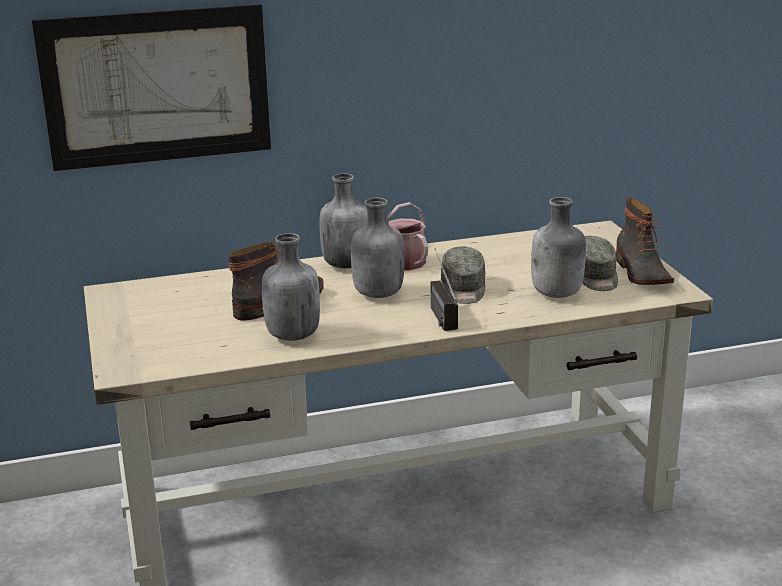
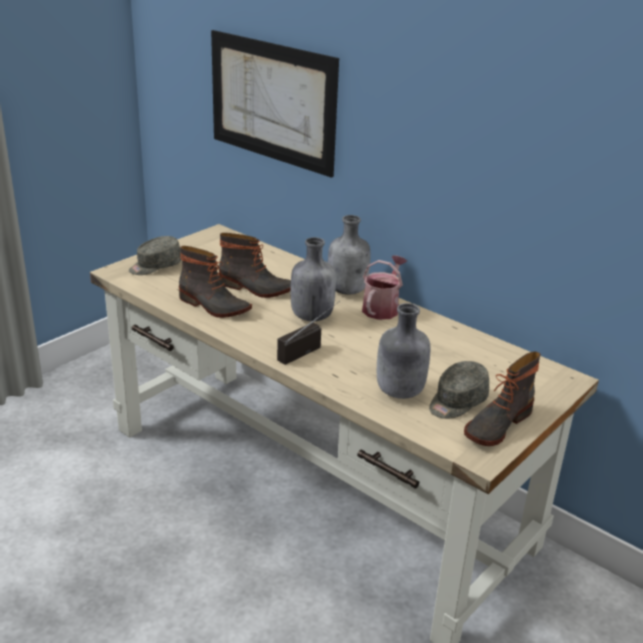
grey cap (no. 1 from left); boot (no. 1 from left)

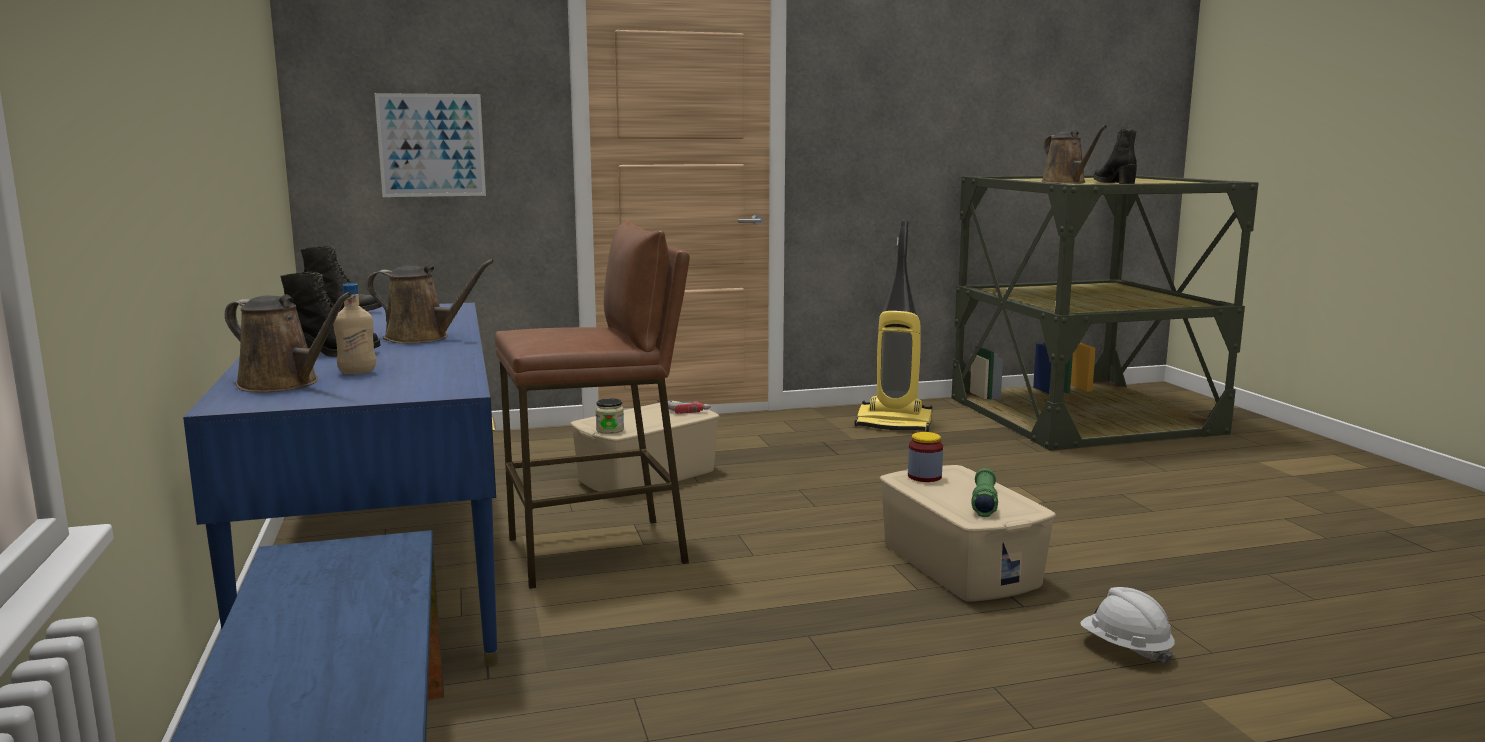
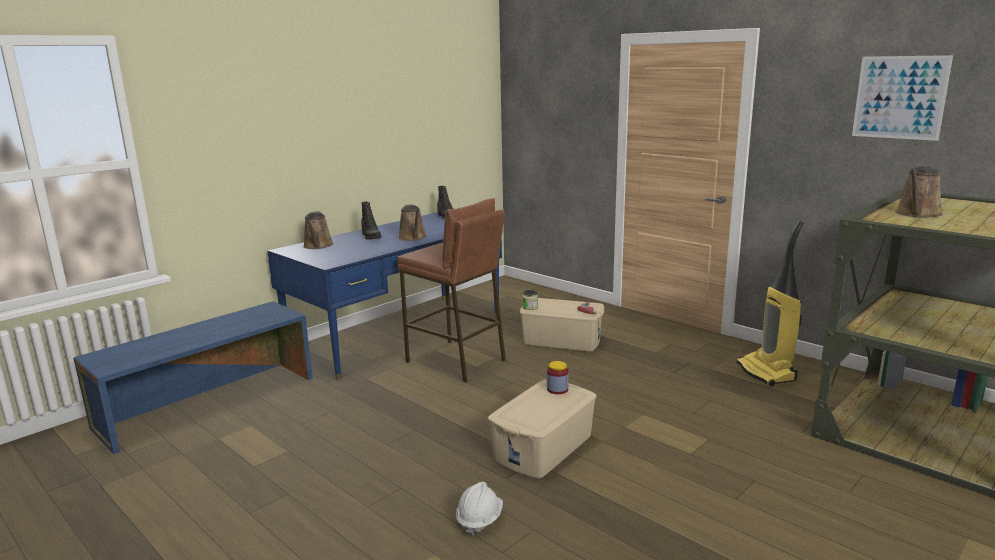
picture; beige bottle; green flashlight; black boot (no. 3 from left in the first image)

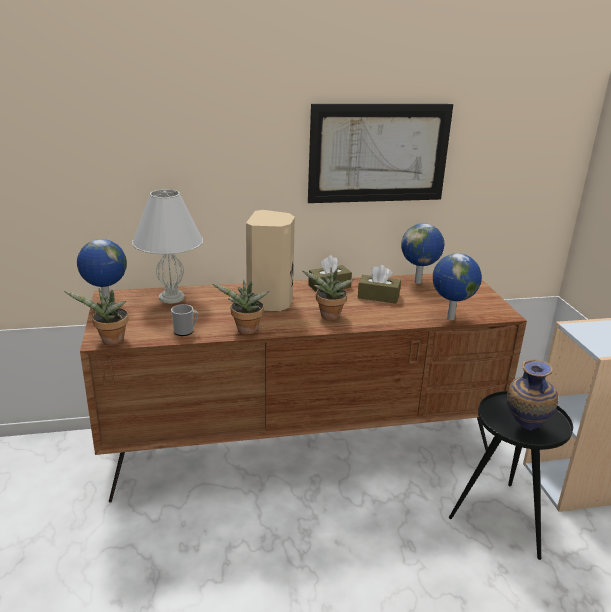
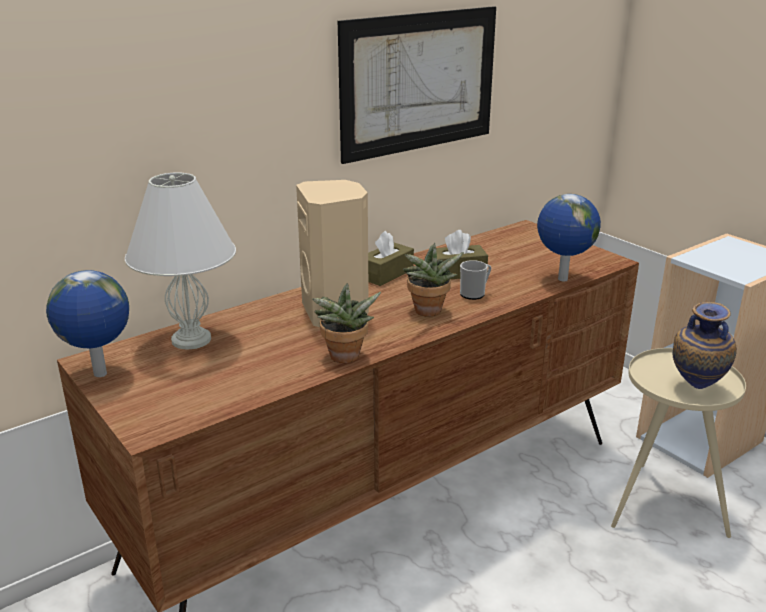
mug; beige side table; potted plant (no. 1 from left in the first image); globe (no. 2 from left in the first image)

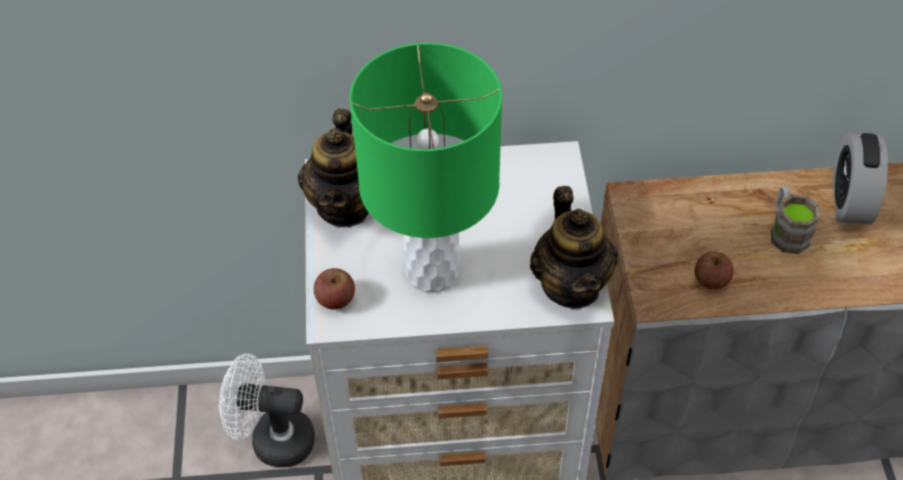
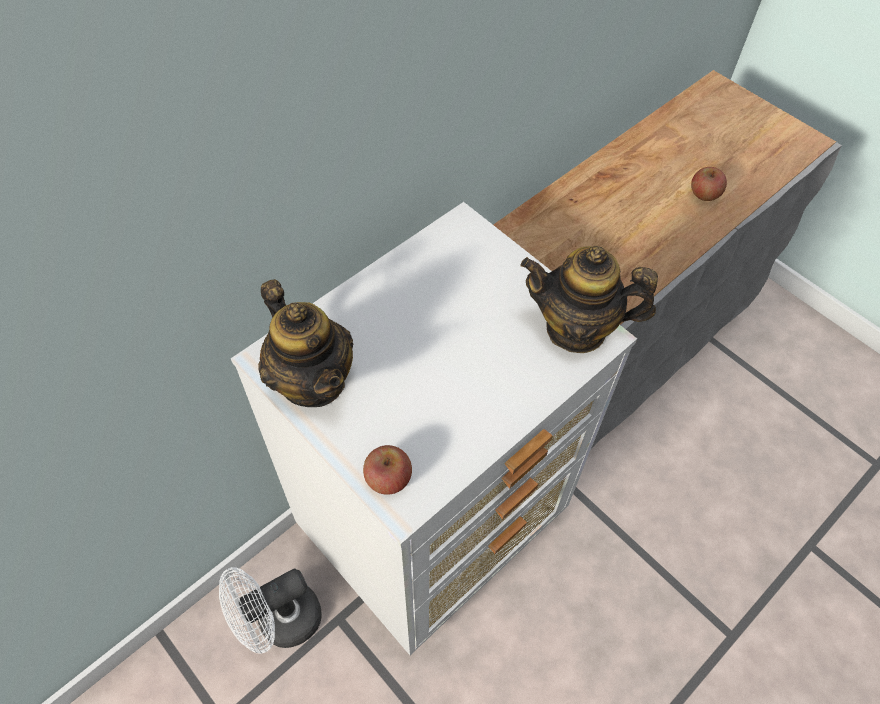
teapot (no. 2 from left); apple (no. 2 from left); green table lamp; brown mug; alarm clock

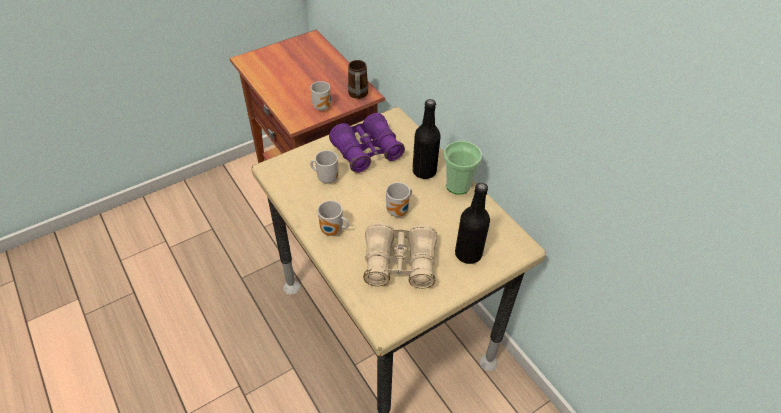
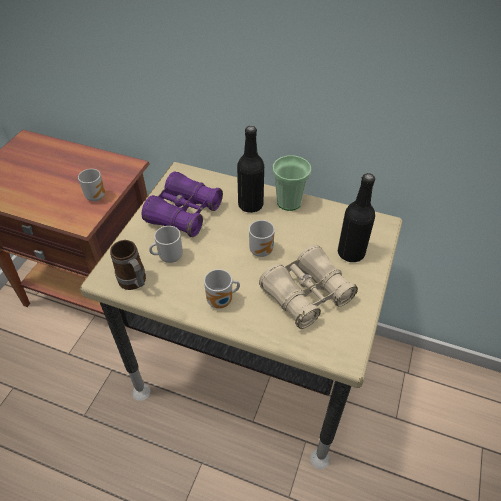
mug (no. 2 from left)

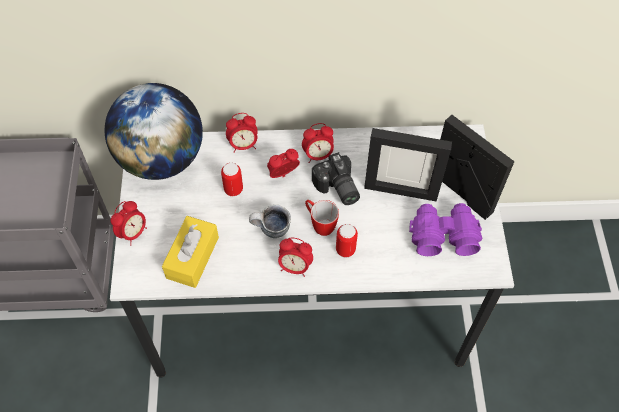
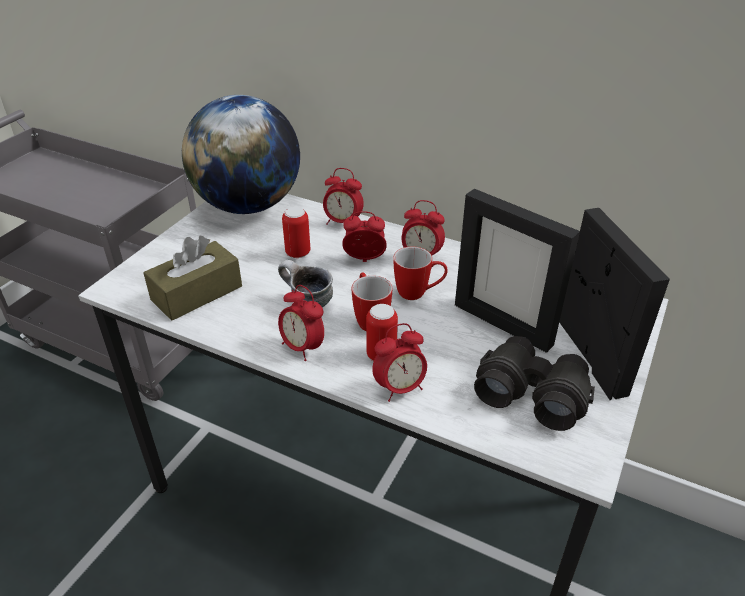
brown tissue box; alarm clock (no. 4 from left); mug (no. 3 from left); black binoculars

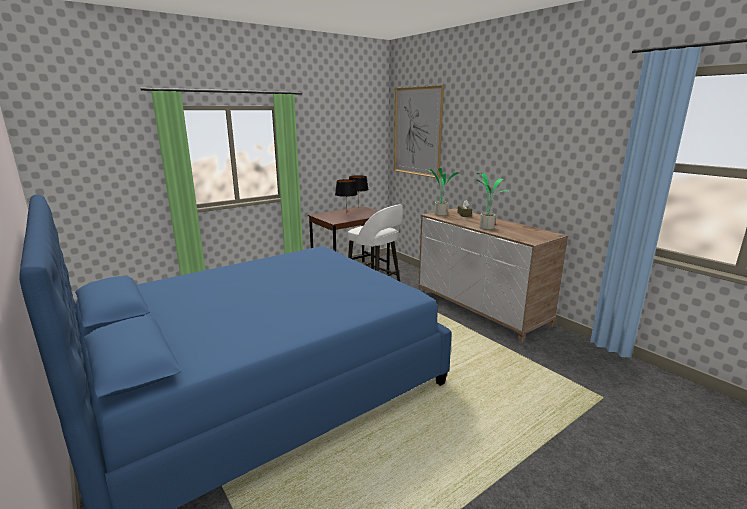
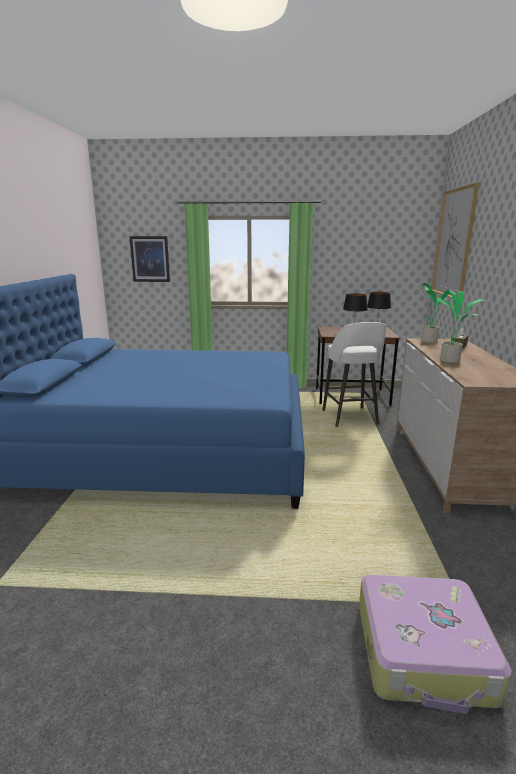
picture (no. 1 from left); suitcase

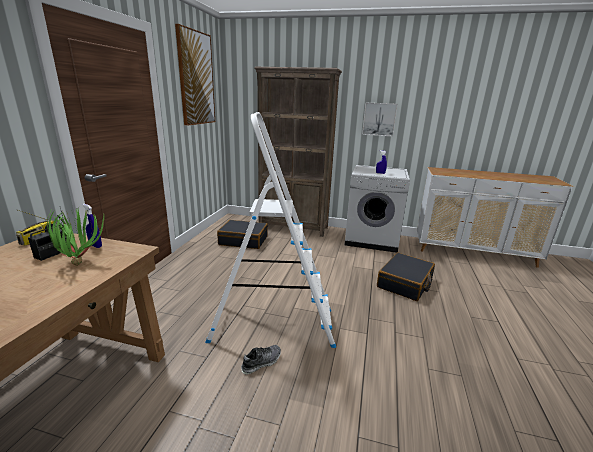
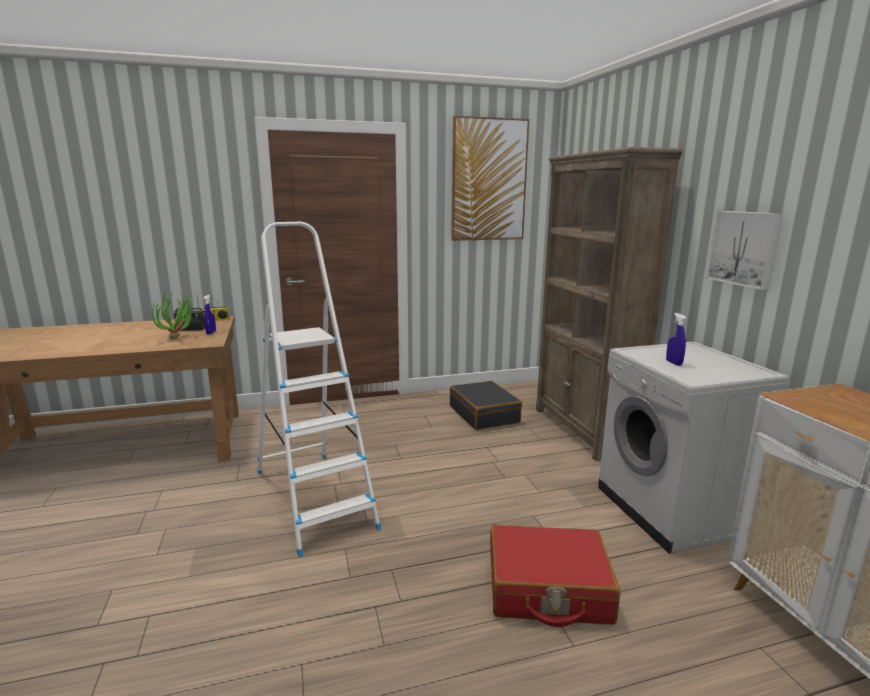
red suitcase; shoe

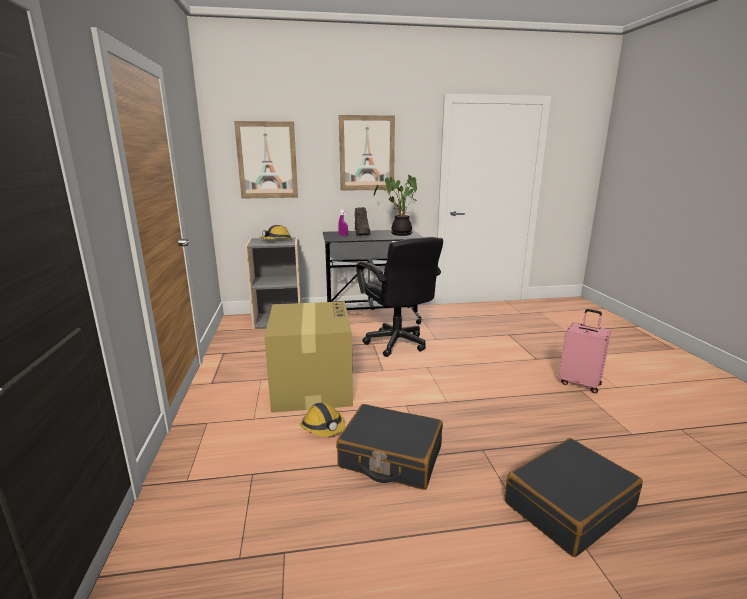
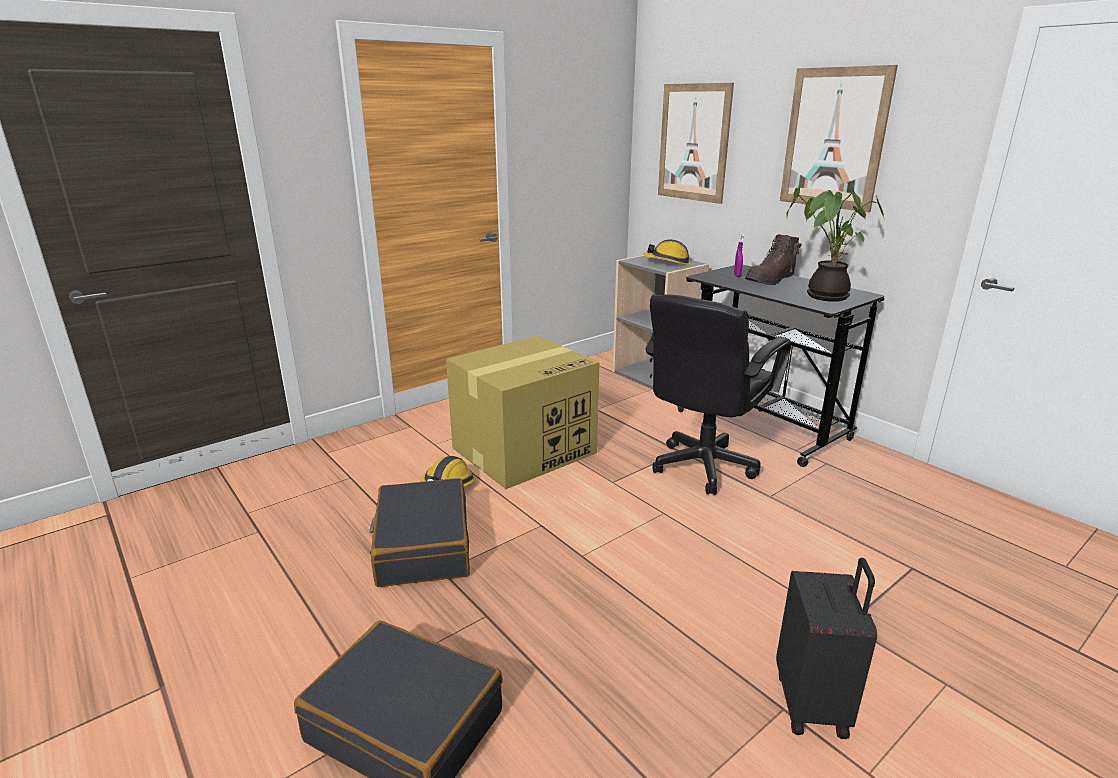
black suitcase (no. 3 from left)

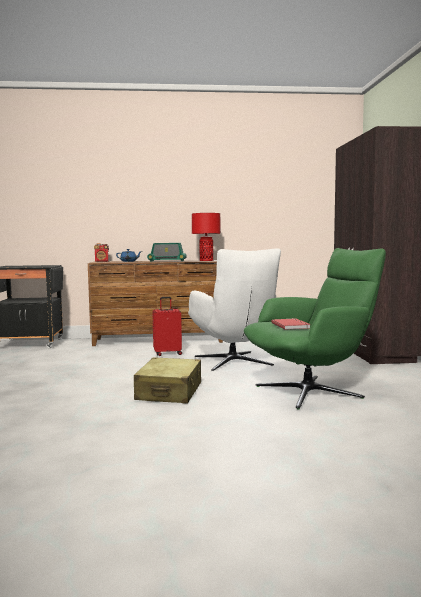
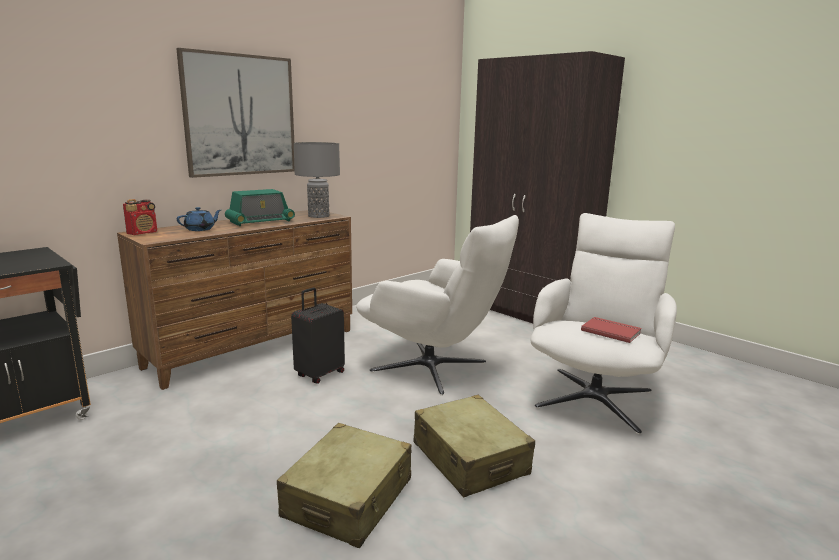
picture; beige suitcase (no. 1 from left); black suitcase; grey table lamp; white armchair (no. 2 from left)

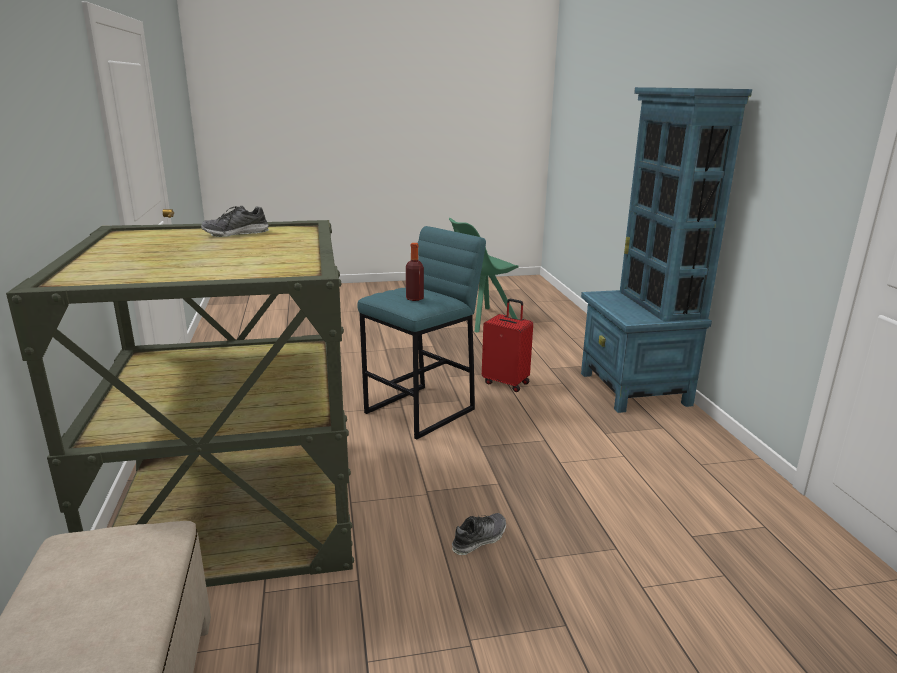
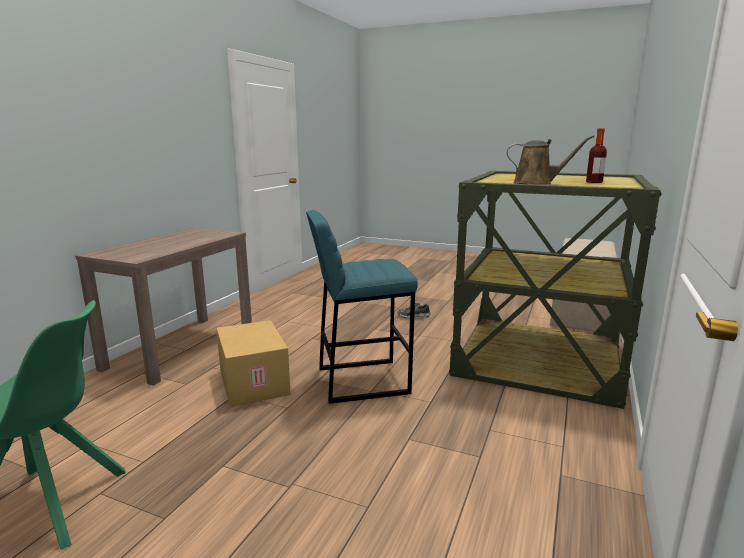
brown console table; cardboard box; brown watering can; bottle

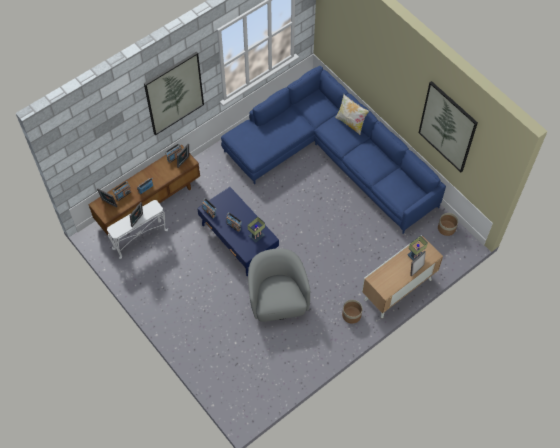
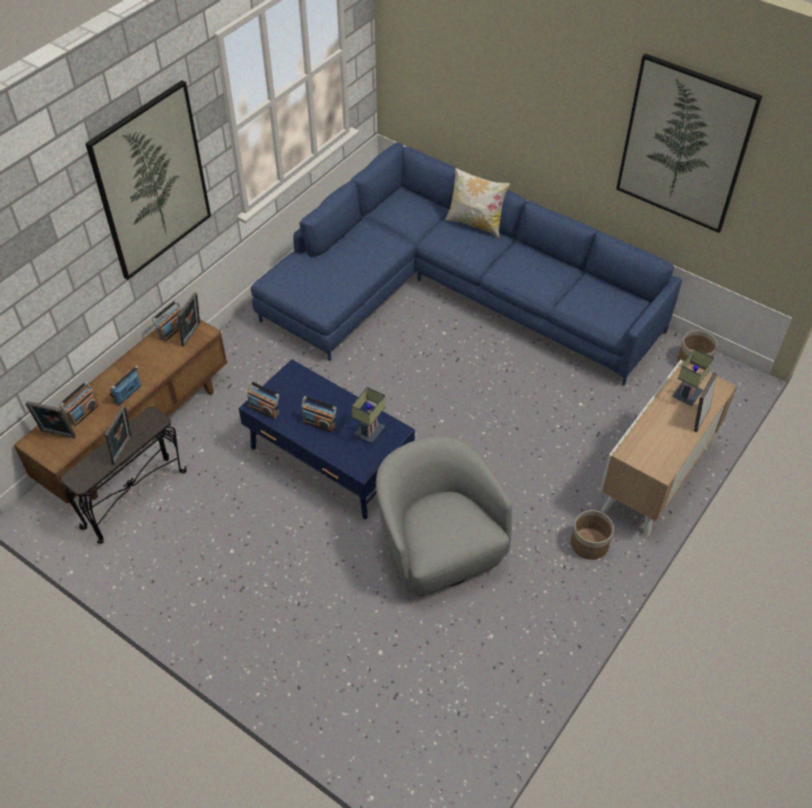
black side table

